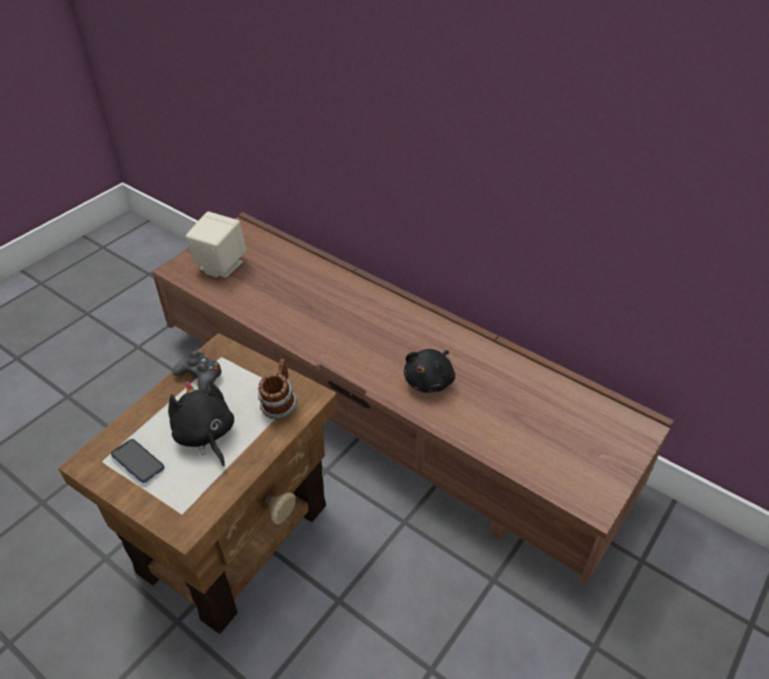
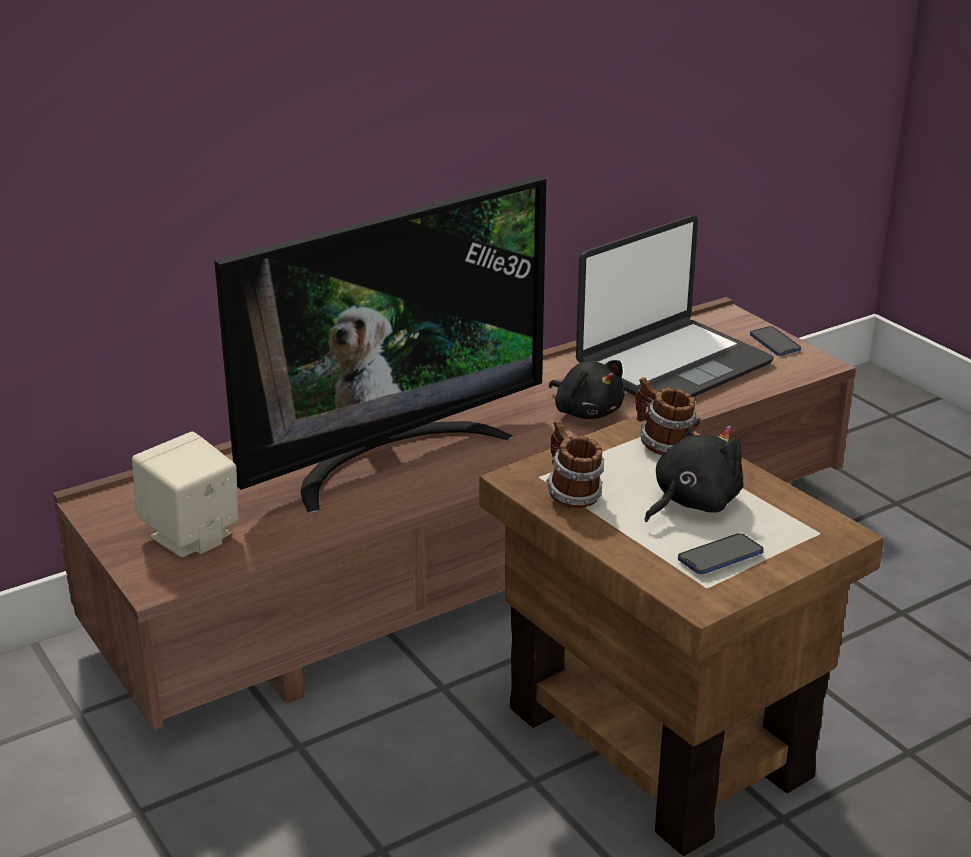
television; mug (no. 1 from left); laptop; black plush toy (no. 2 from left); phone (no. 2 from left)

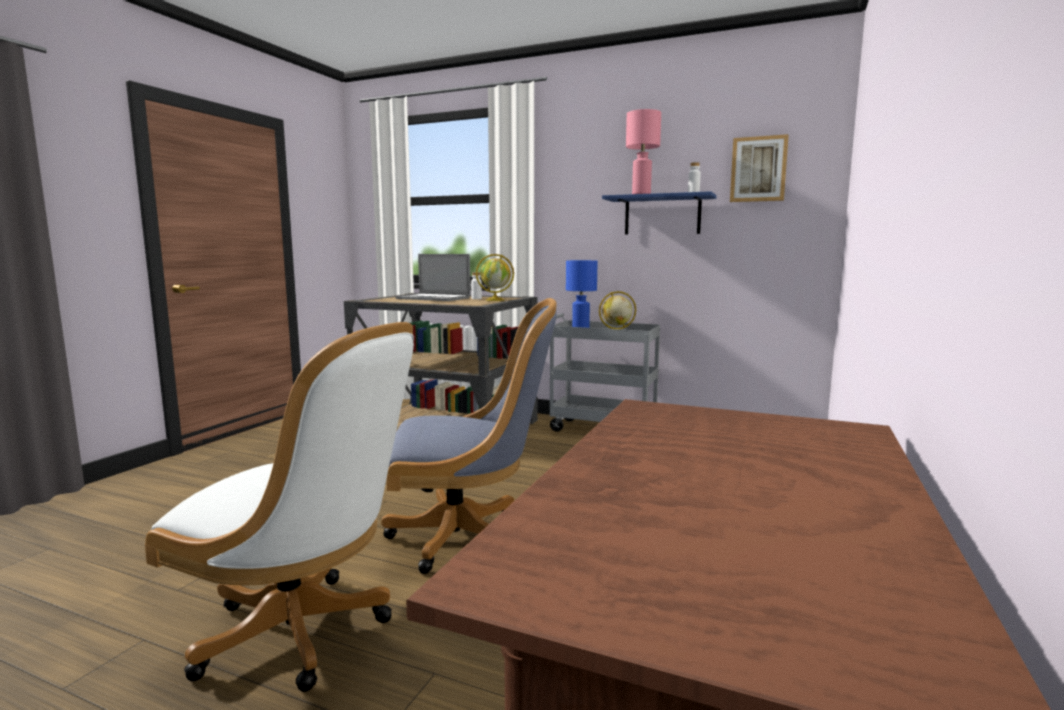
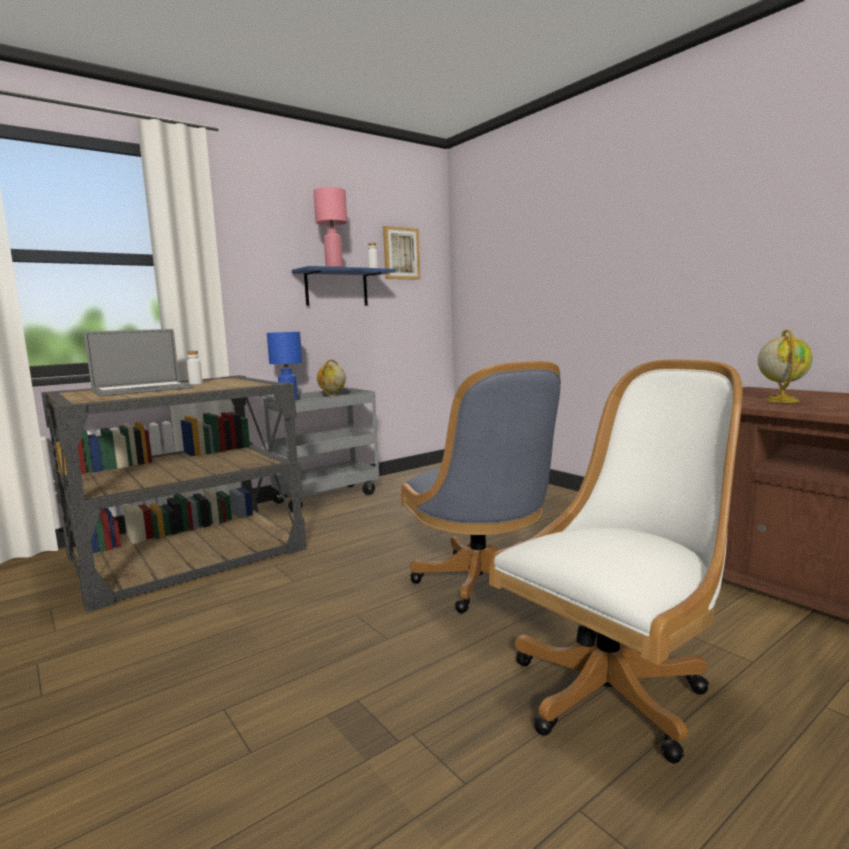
blue office chair; globe (no. 2 from left)

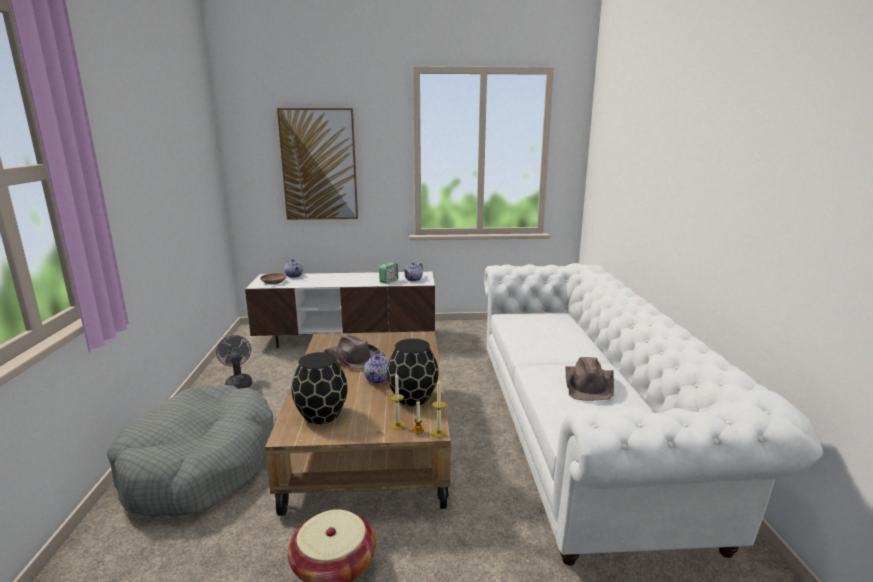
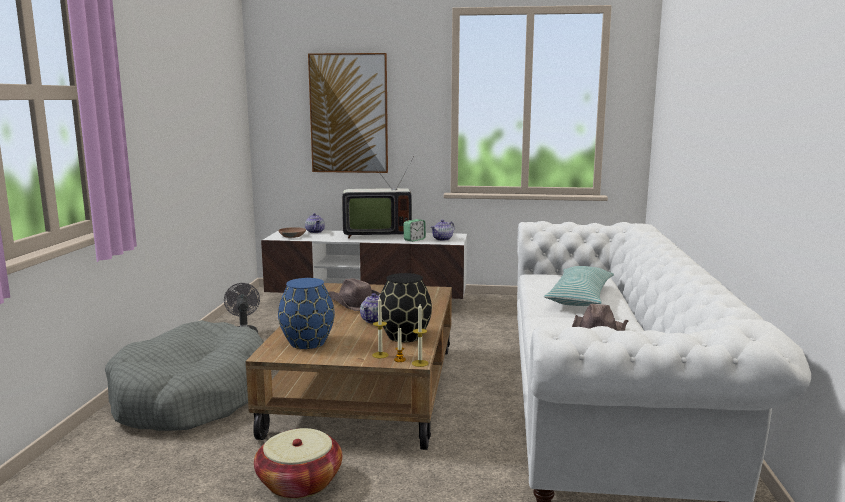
blue vase; television; pillow

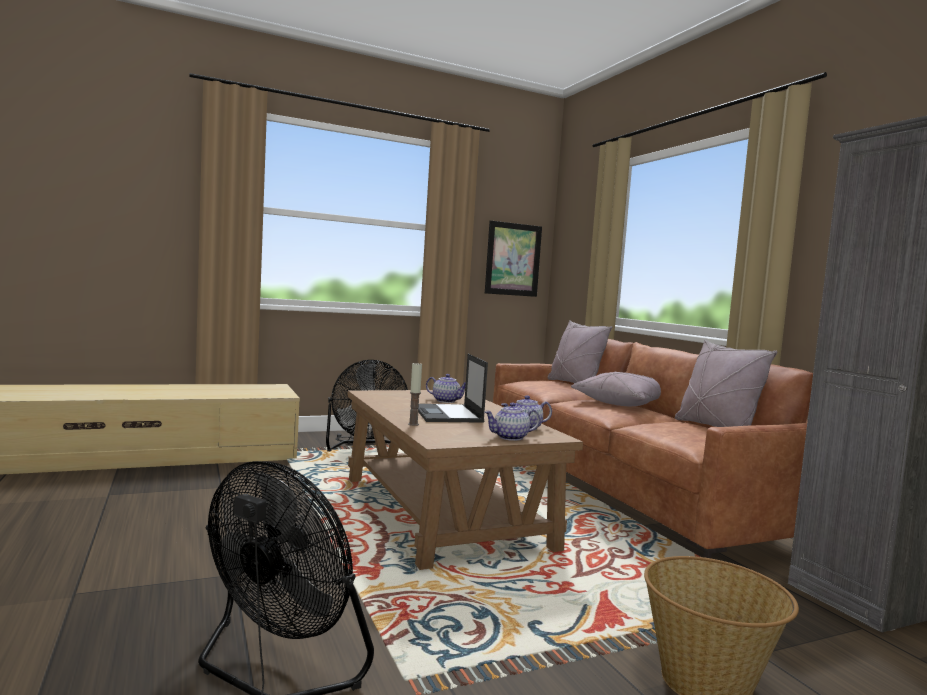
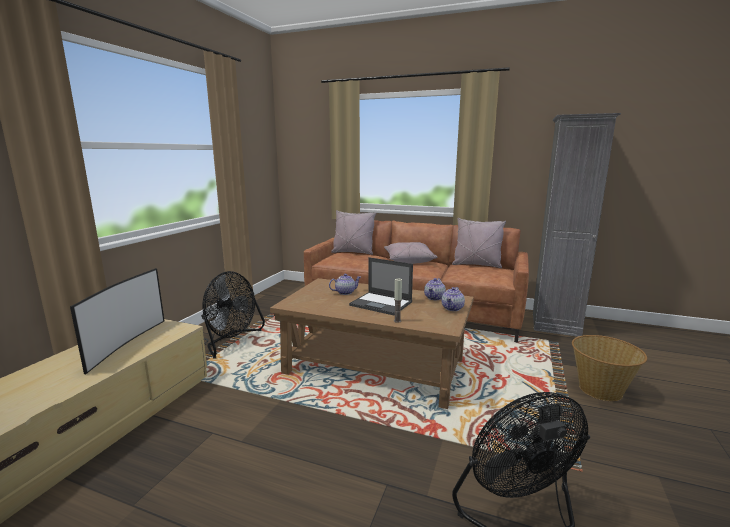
television; picture

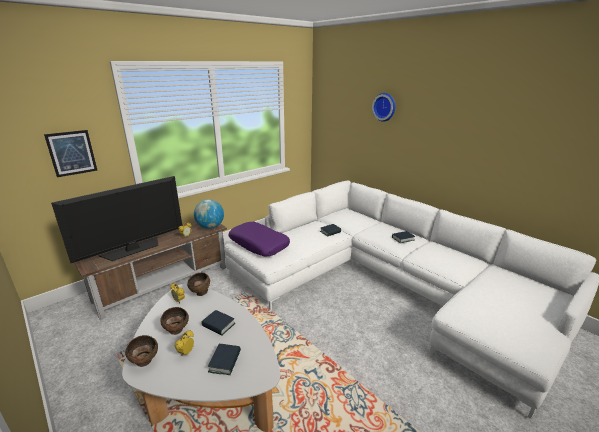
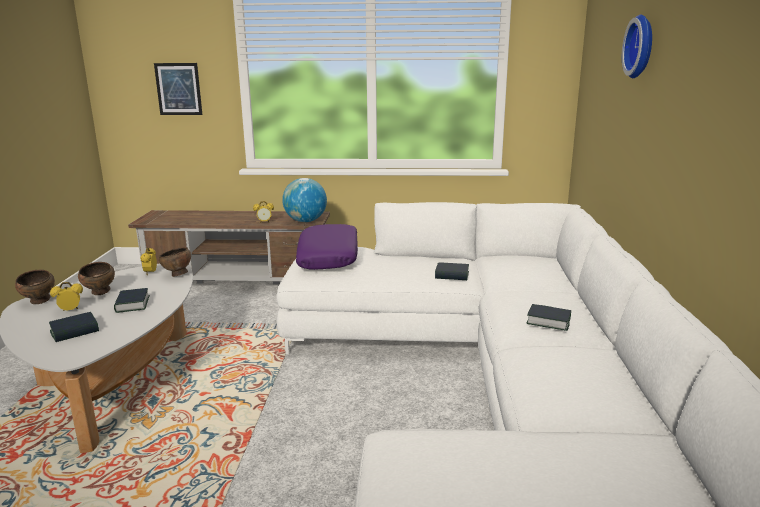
television

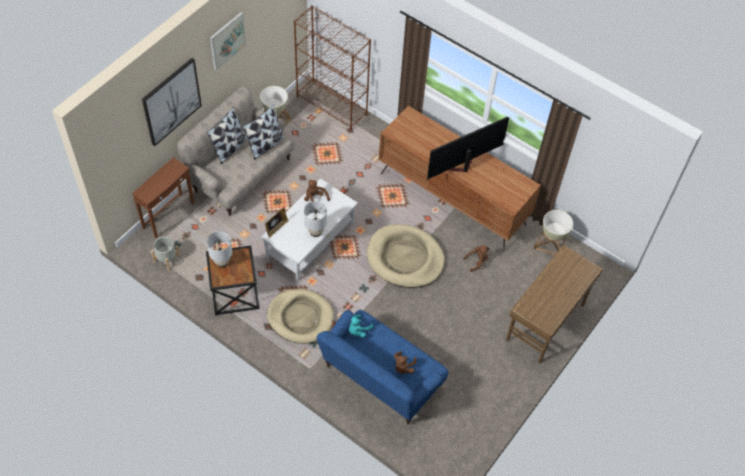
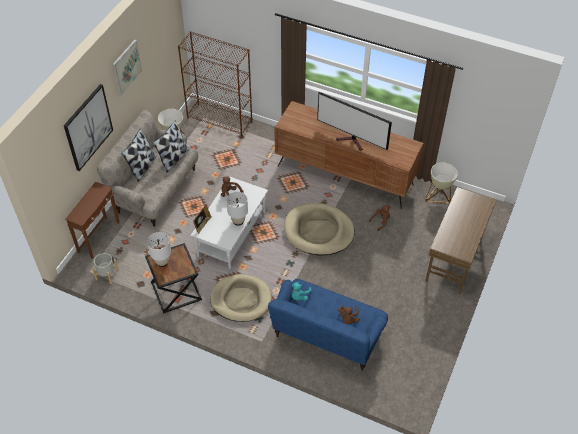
television

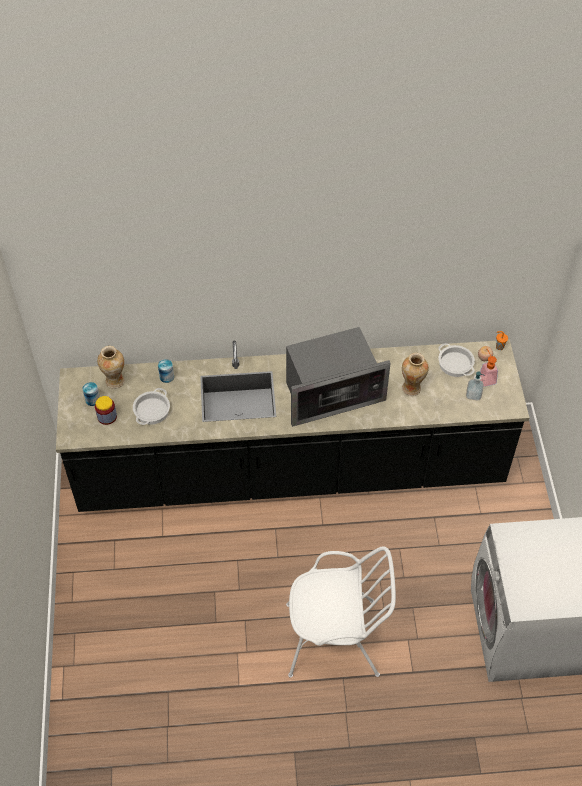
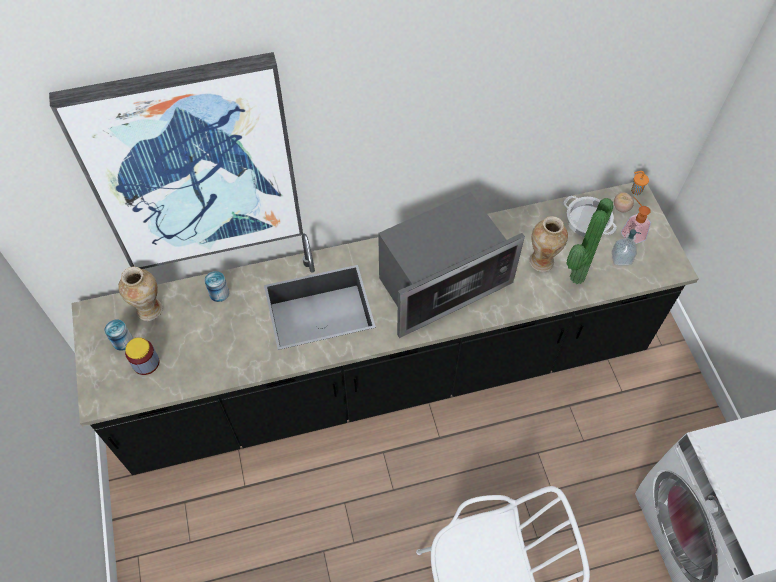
picture; potted plant; cooking pot (no. 1 from left in the first image)

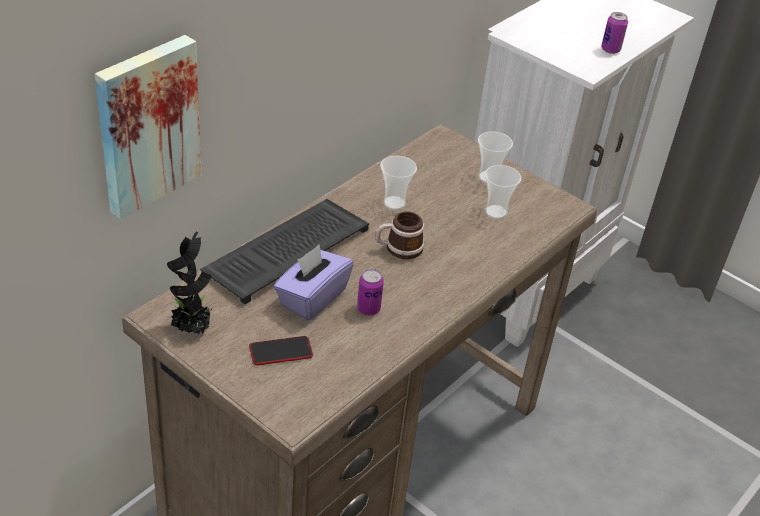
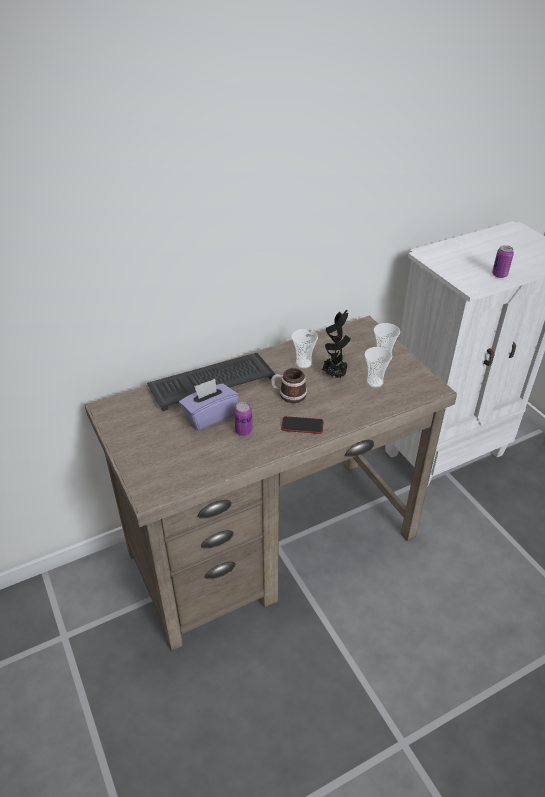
phone; potted plant; picture

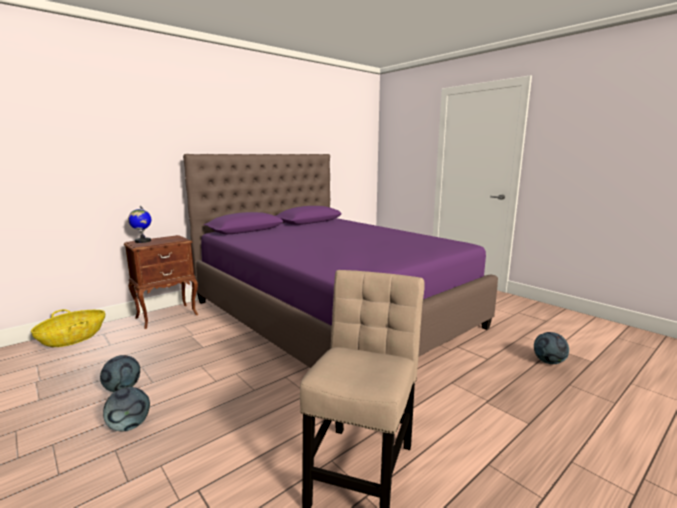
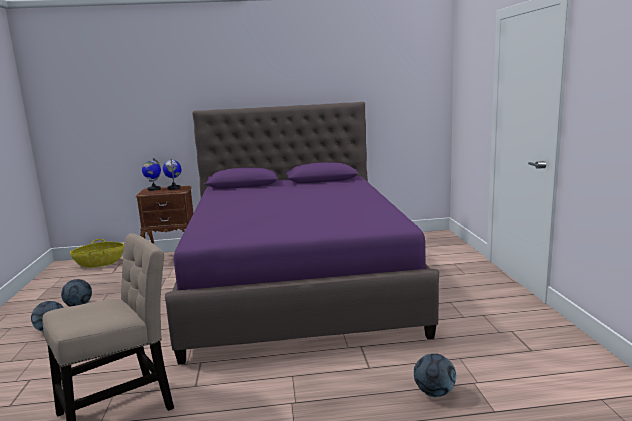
globe (no. 2 from left)

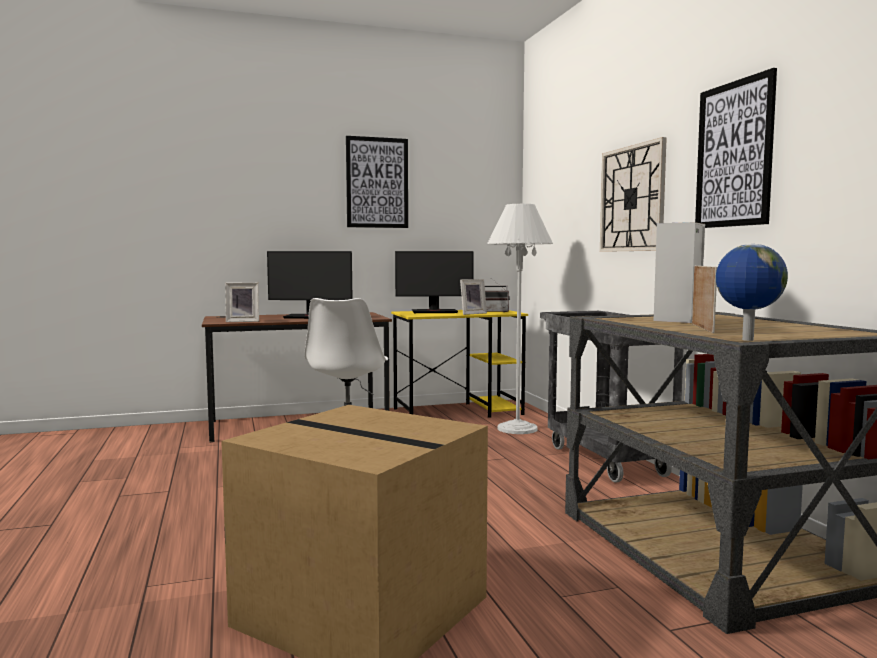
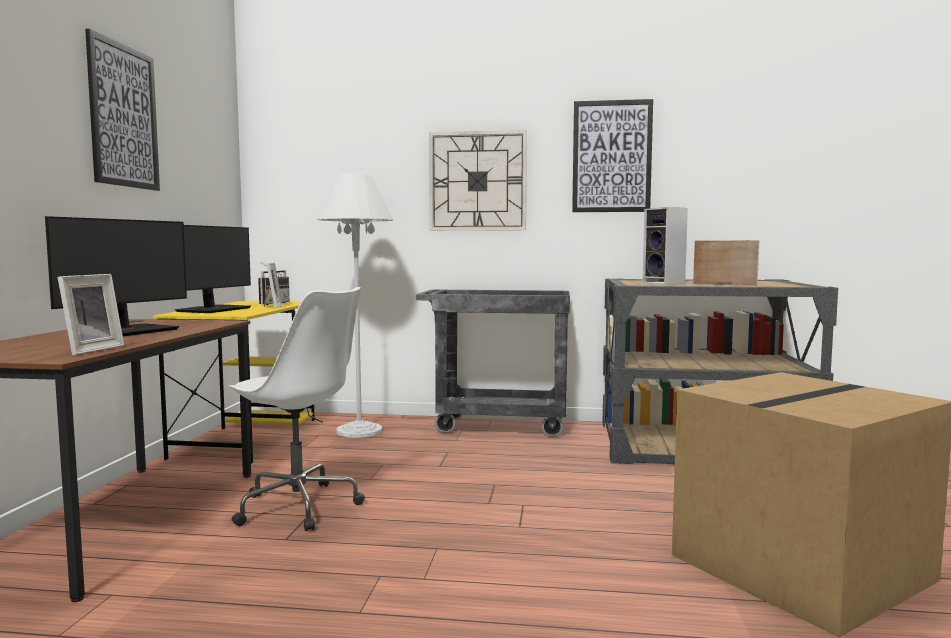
globe

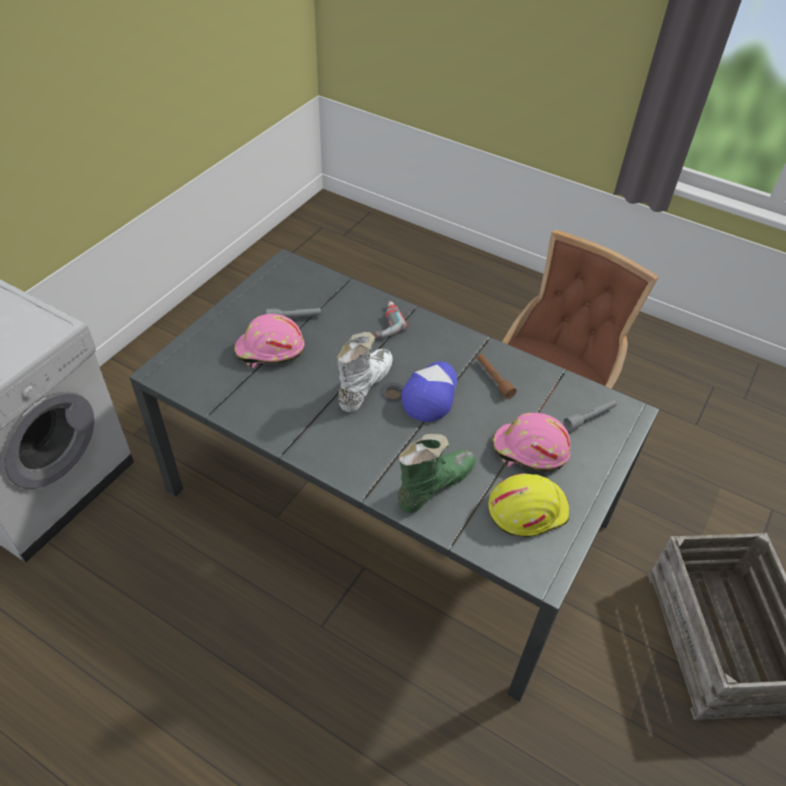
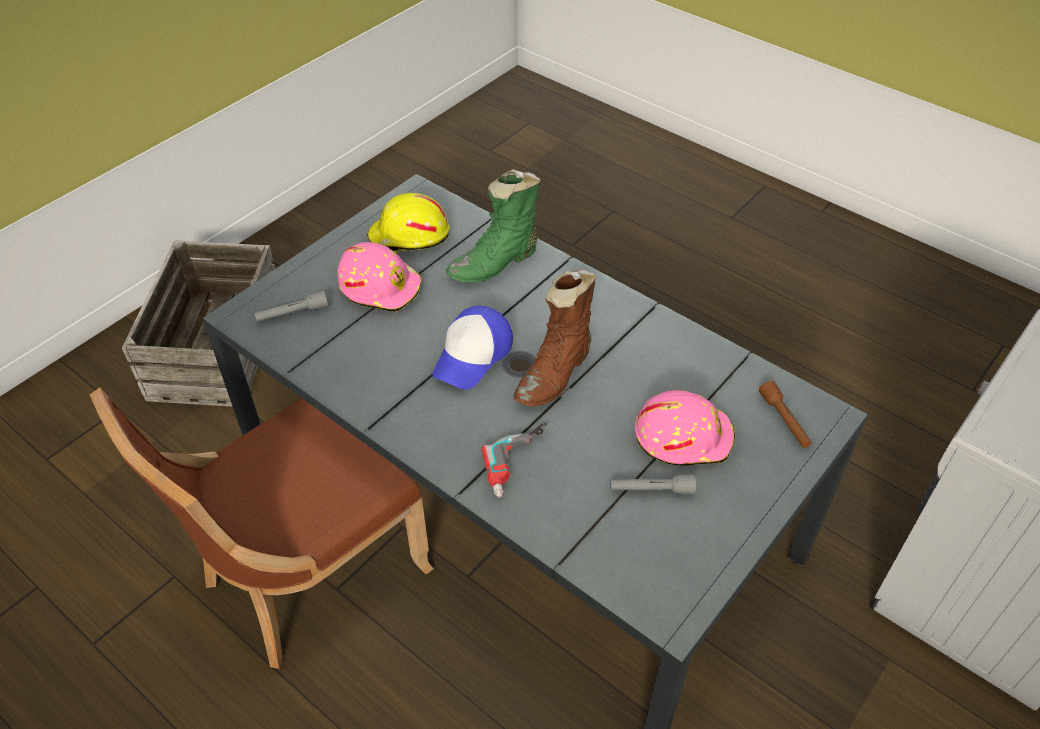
brown boot; brown flashlight

